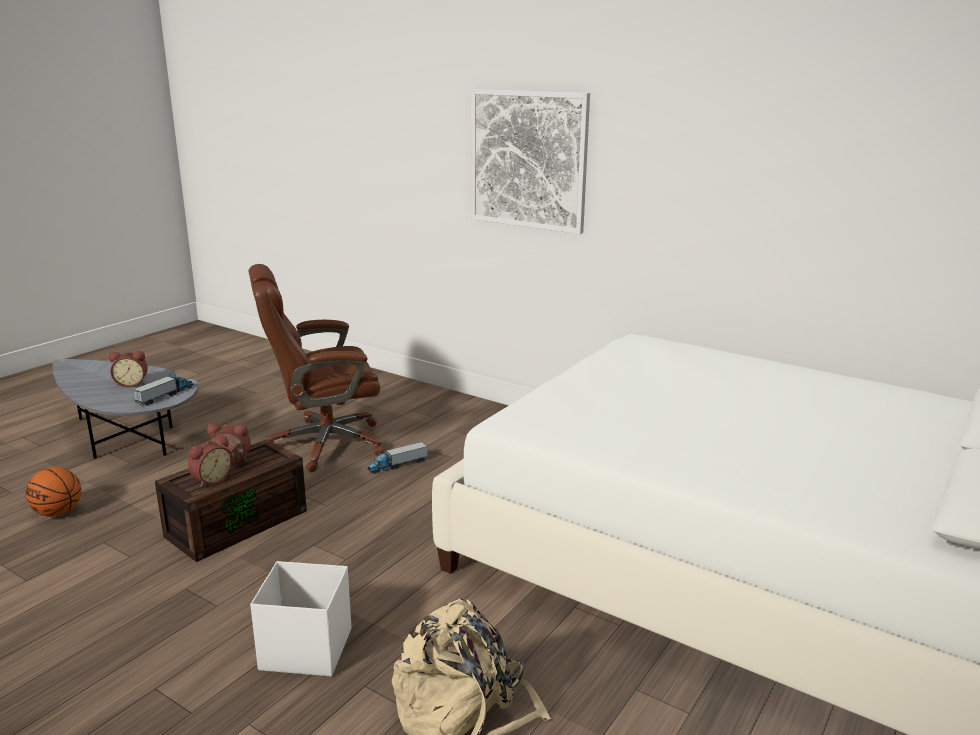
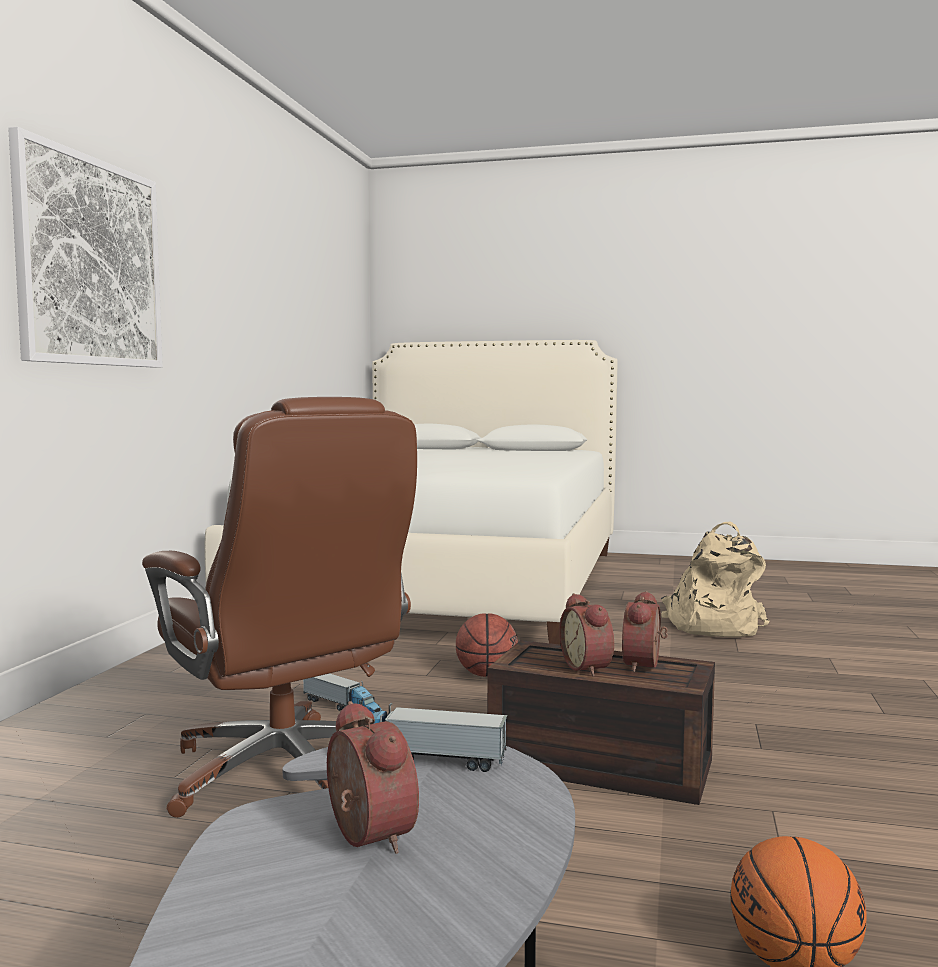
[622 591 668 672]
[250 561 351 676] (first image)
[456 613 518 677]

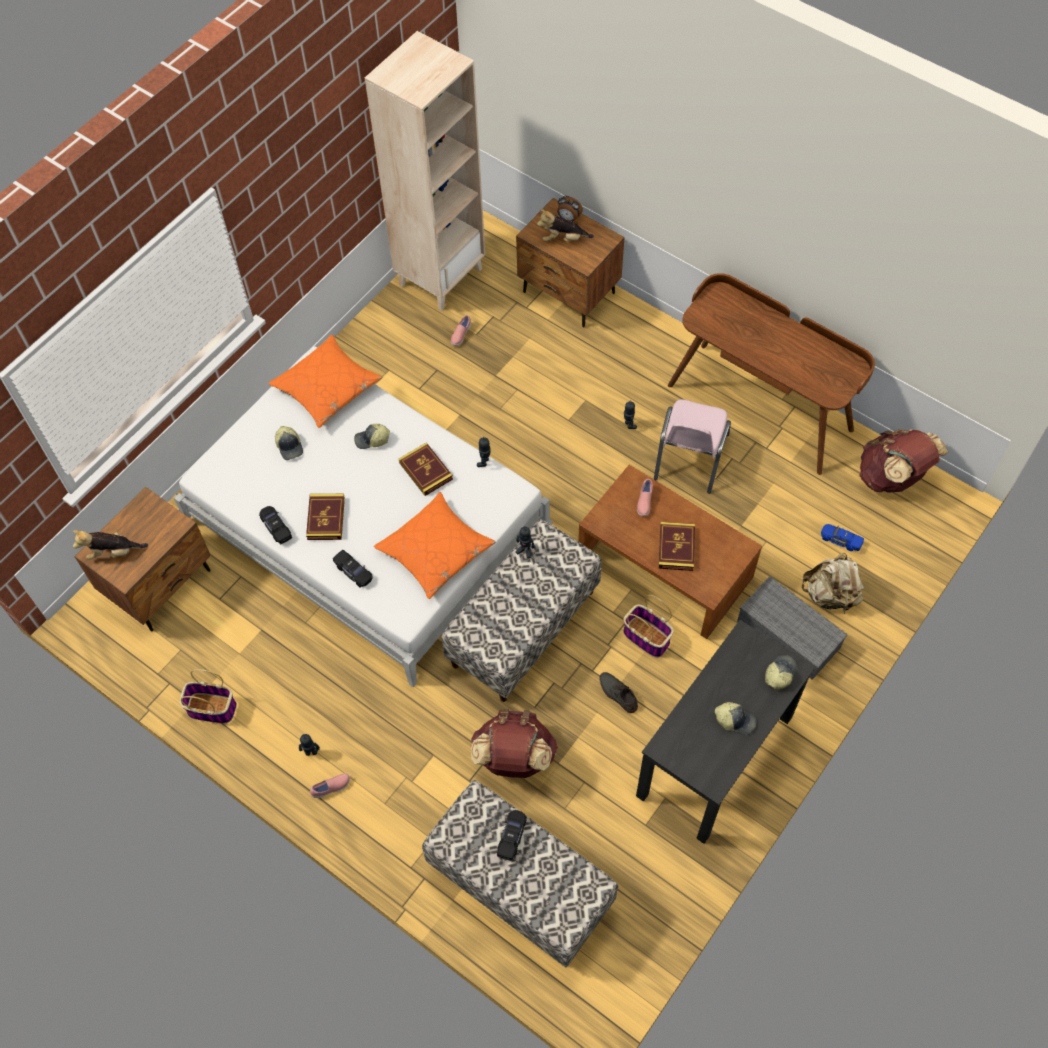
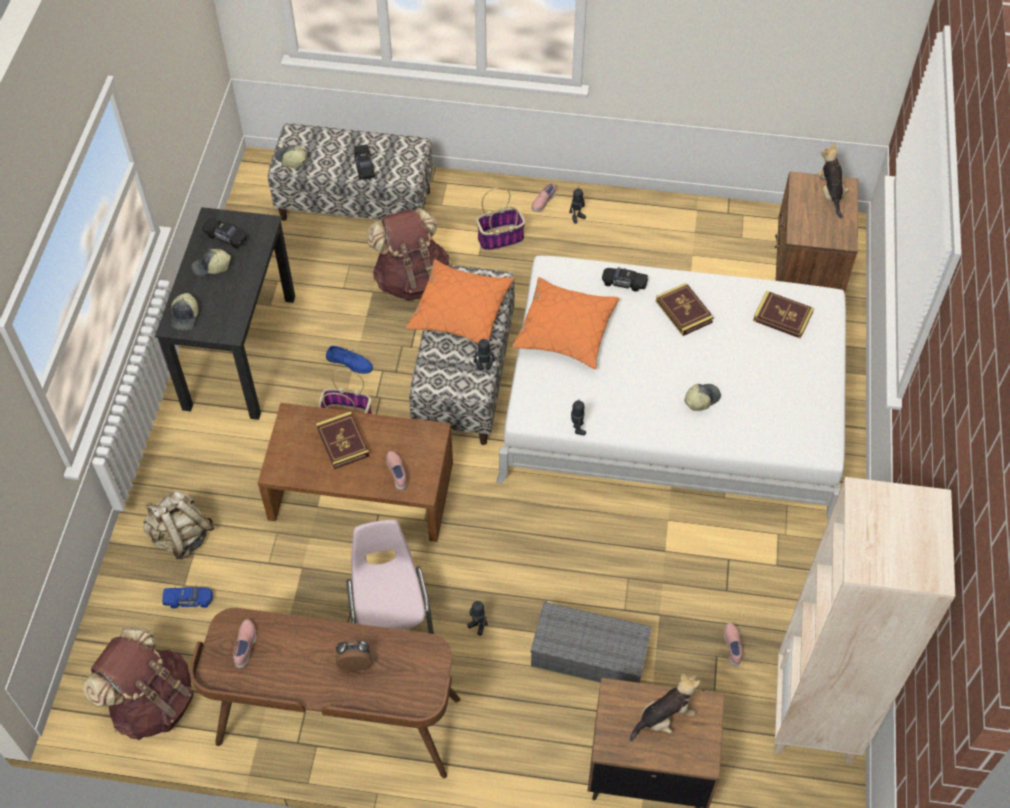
[336 641 371 671]
[406 259 514 344]
[275 145 306 169]
[753 291 814 339]
[203 218 247 249]
[818 142 849 218]
[531 602 652 683]
[476 187 525 251]
[326 346 373 374]
[233 619 256 668]

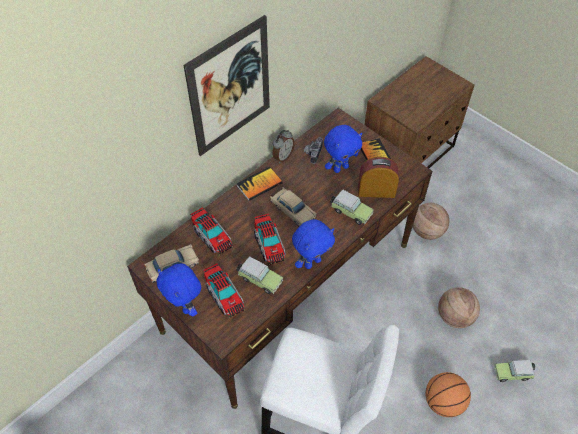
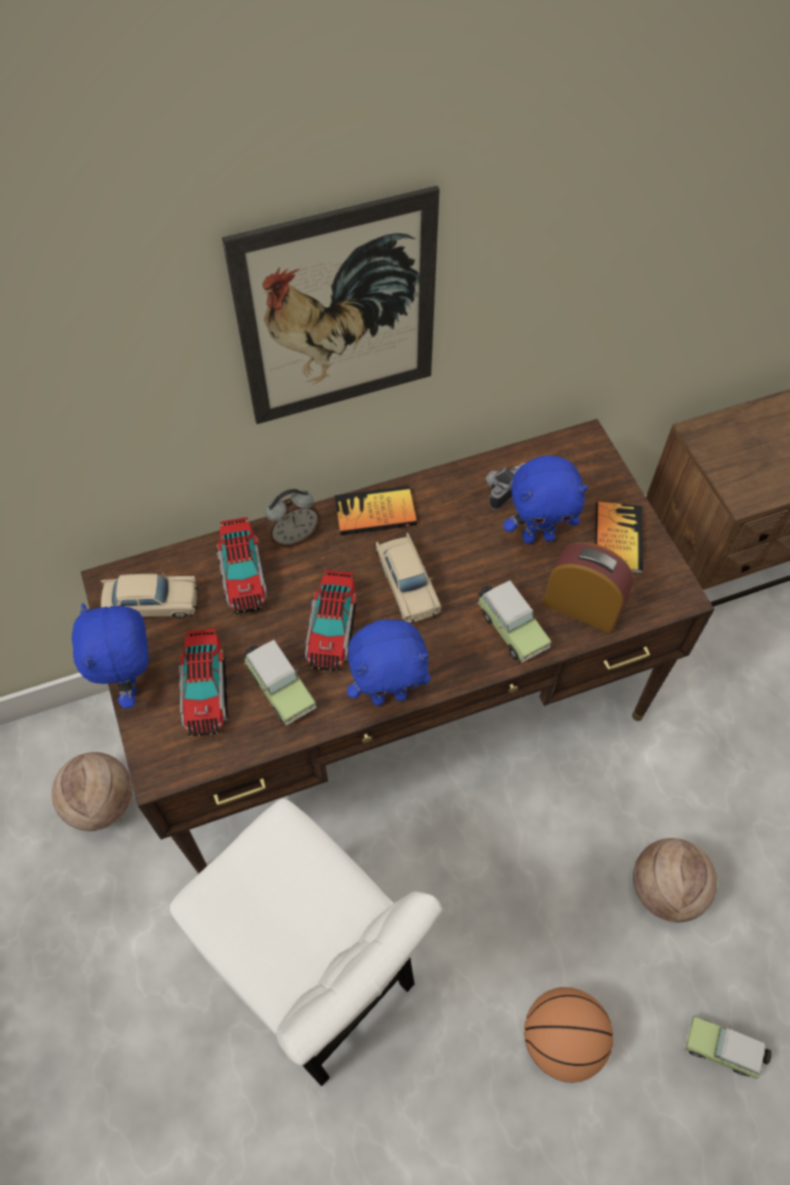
[265 489 321 547]
[52 752 133 831]

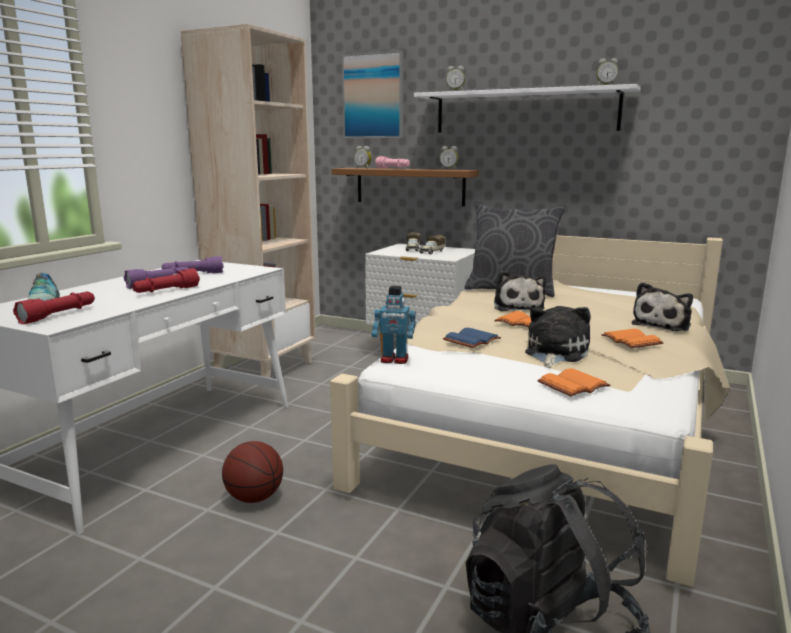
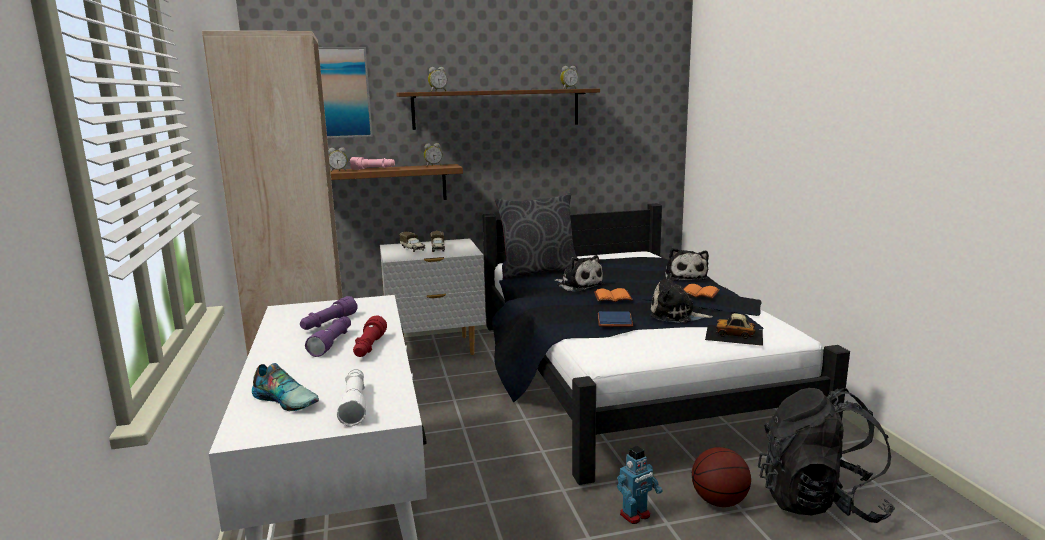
[396 89 600 130]
[483 203 850 485]
[617 446 663 524]
[337 369 366 427]
[650 273 713 323]
[705 313 763 346]
[692 447 751 507]

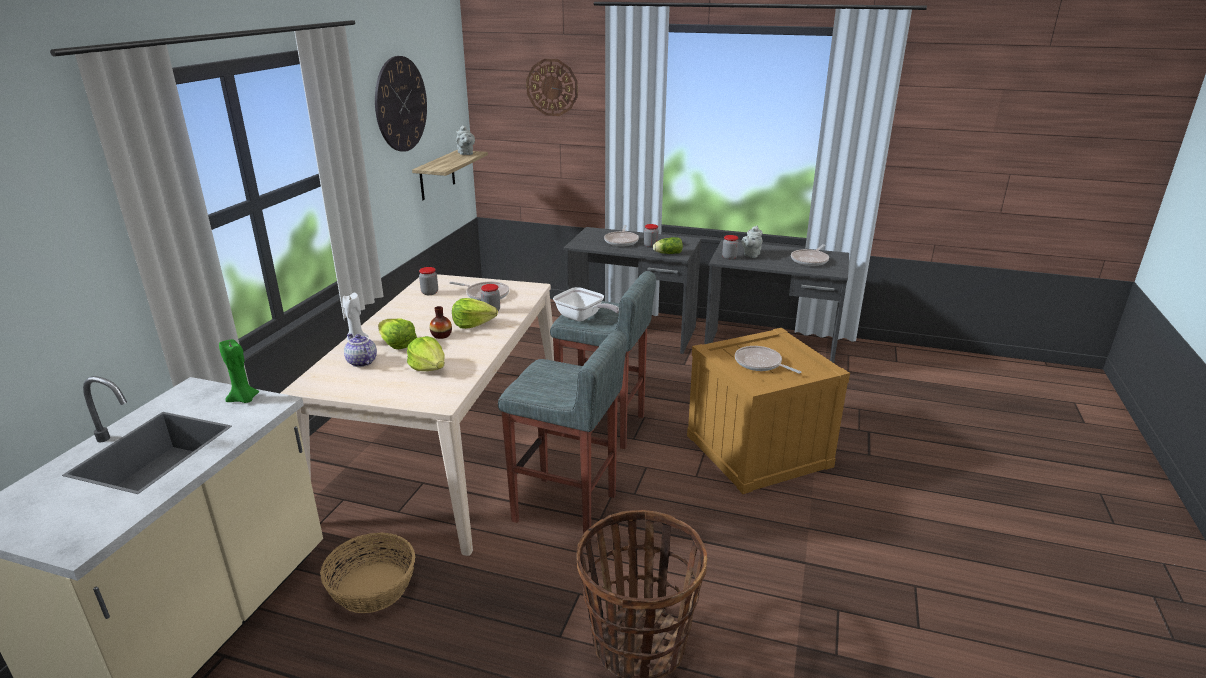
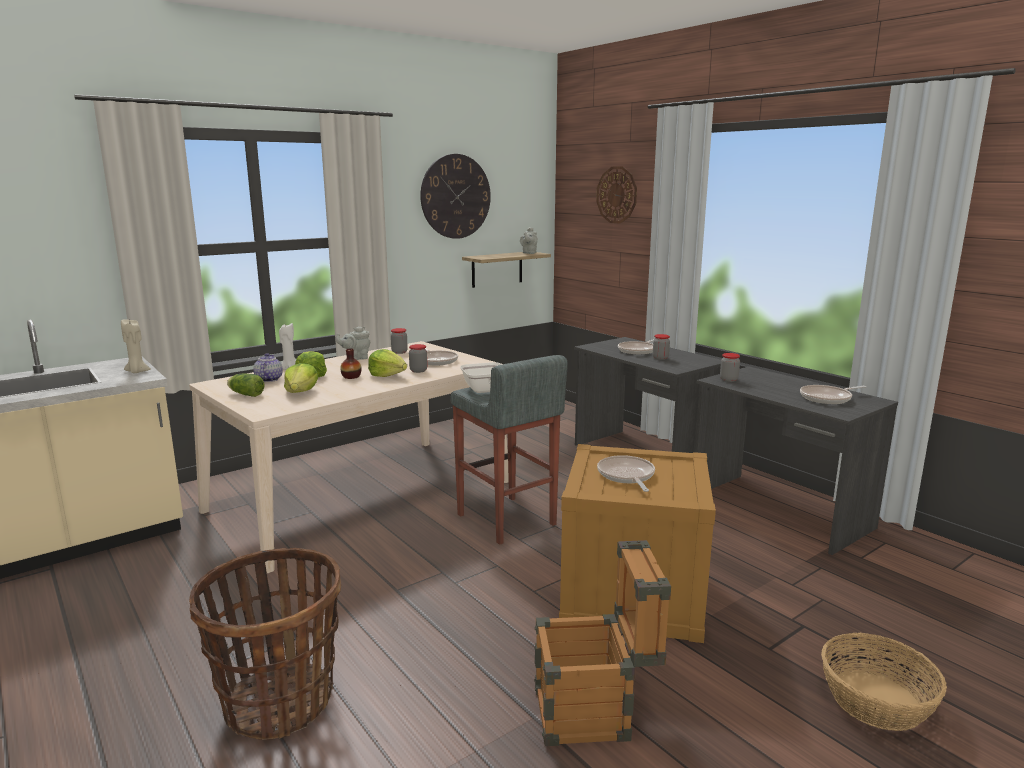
[336 326 370 360]
[227 374 264 397]
[498 331 627 534] (first image)
[121 319 151 373]
[821 633 947 731]
[534 540 671 746]

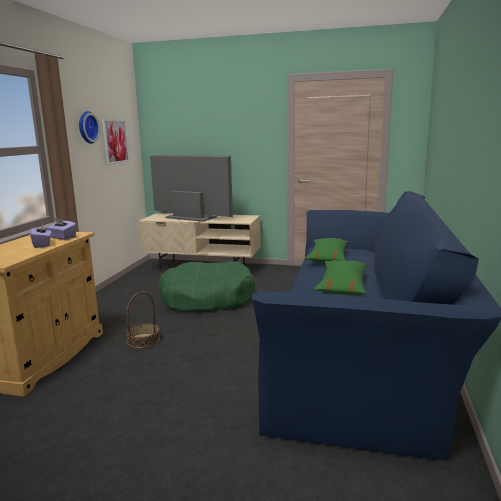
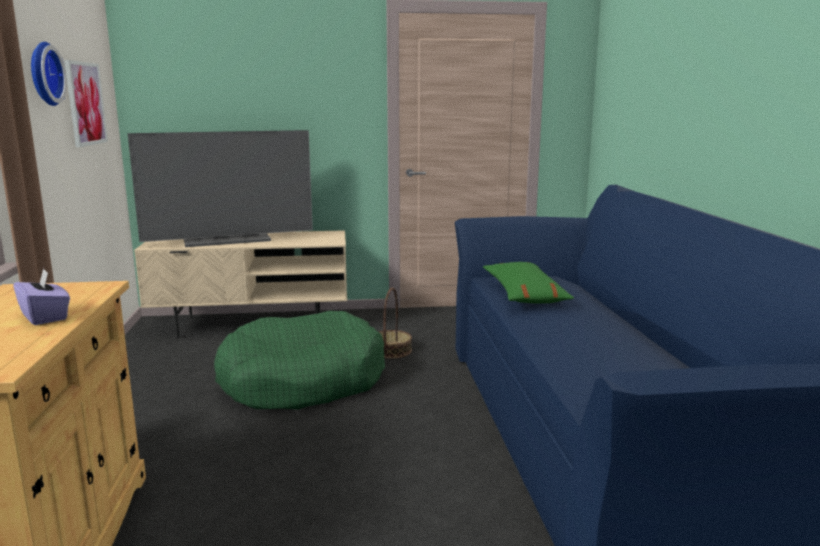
[128 130 313 247]
[46 218 77 240] (first image)
[314 260 367 295] (first image)
[379 288 412 359]

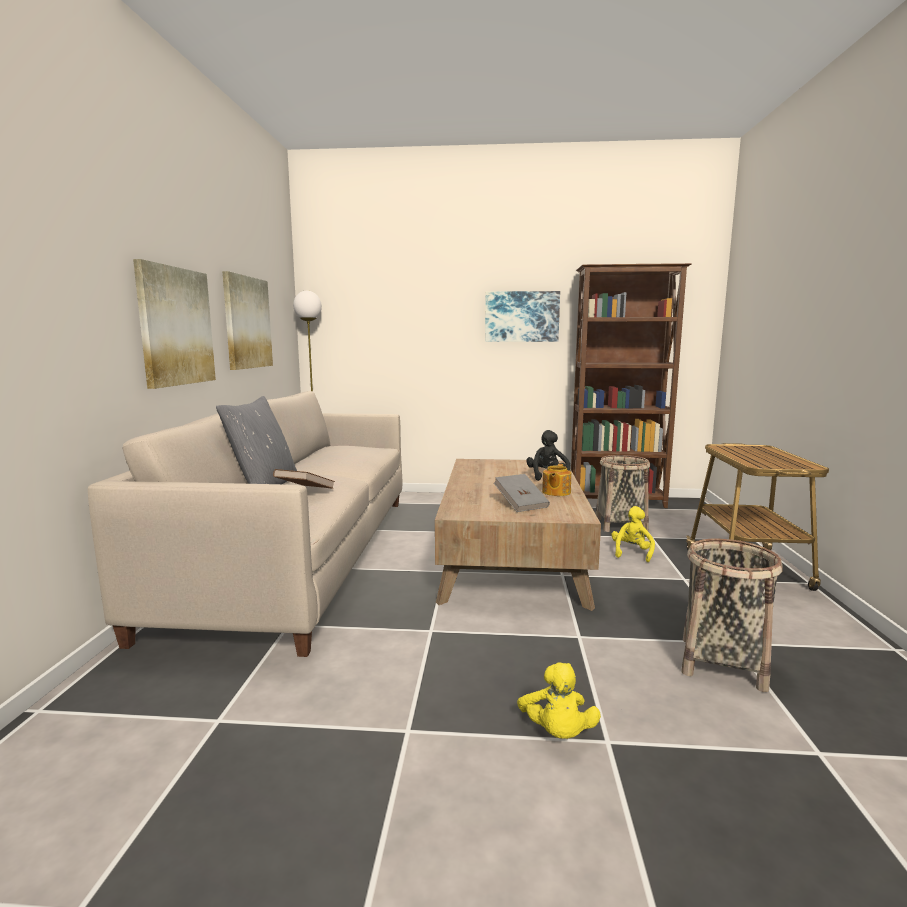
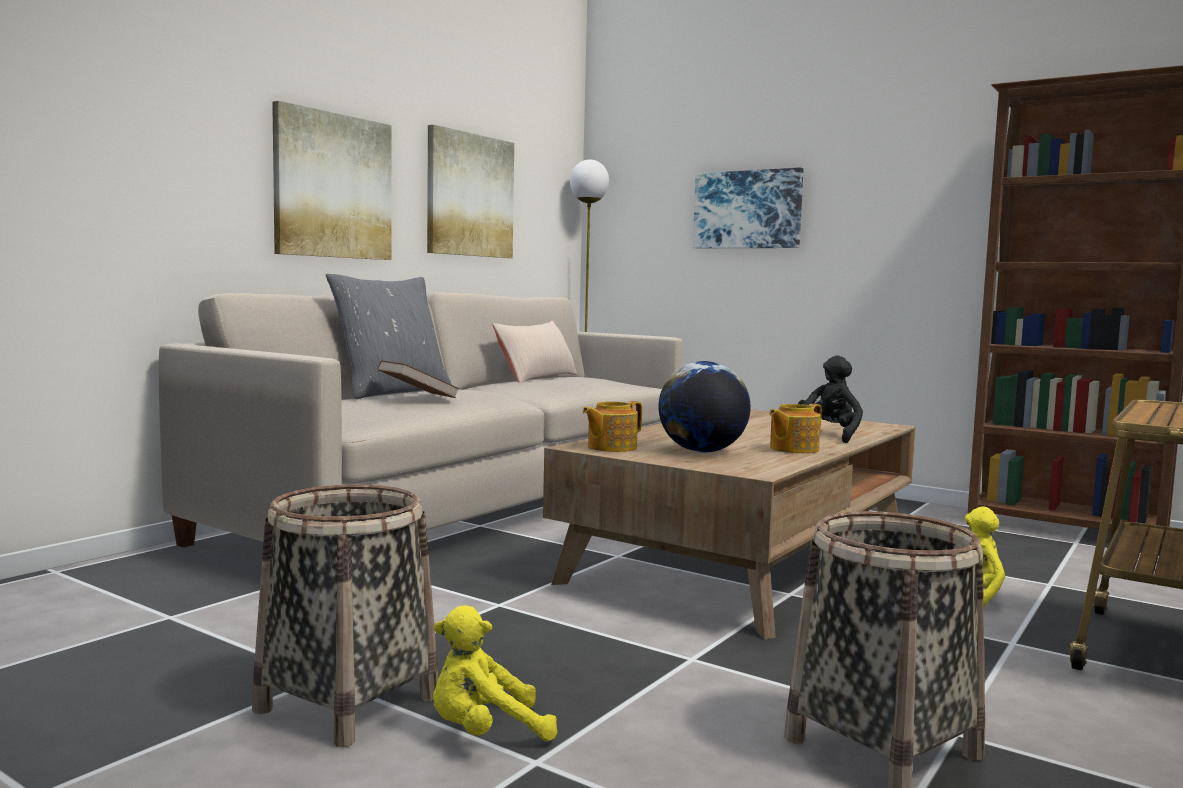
[693 167 803 248]
[252 485 438 747]
[658 361 751 453]
[433 605 557 741]
[492 321 577 383]
[582 401 642 452]

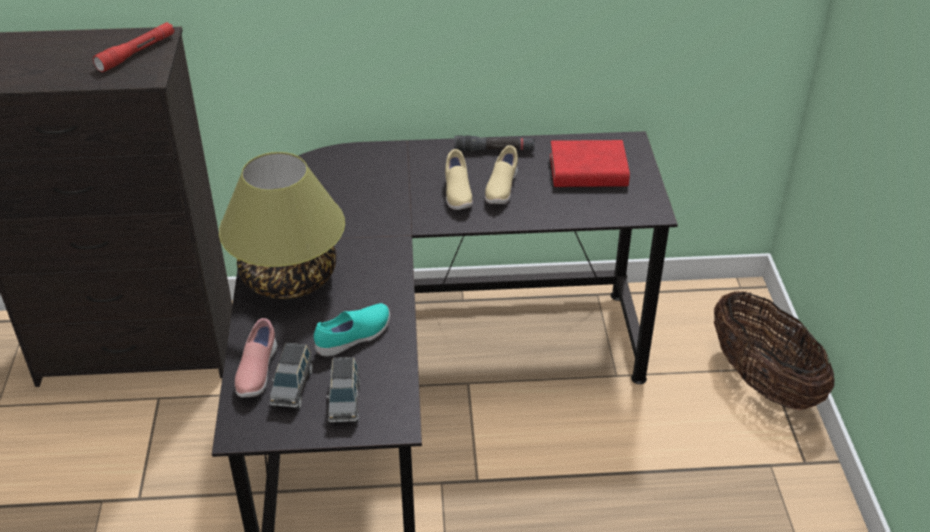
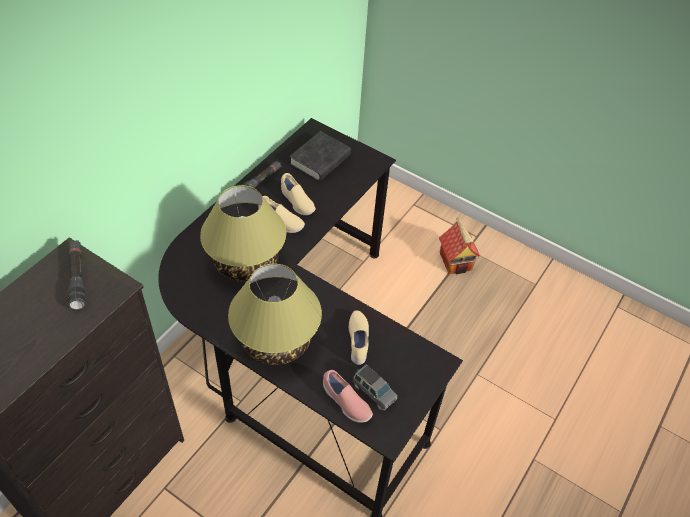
[68 240 86 310]
[290 131 351 181]
[714 291 835 411] (first image)
[349 310 369 365]
[327 357 360 423] (first image)
[200 185 286 282]
[439 217 480 274]

